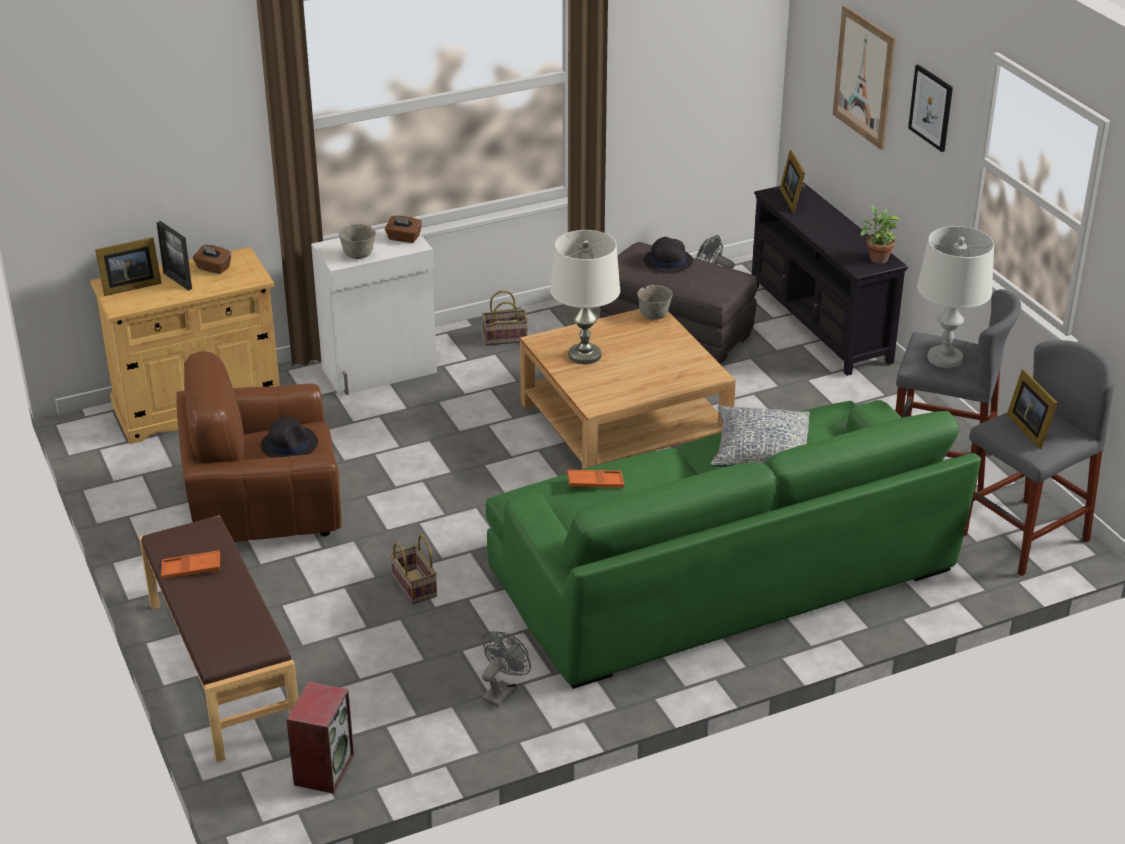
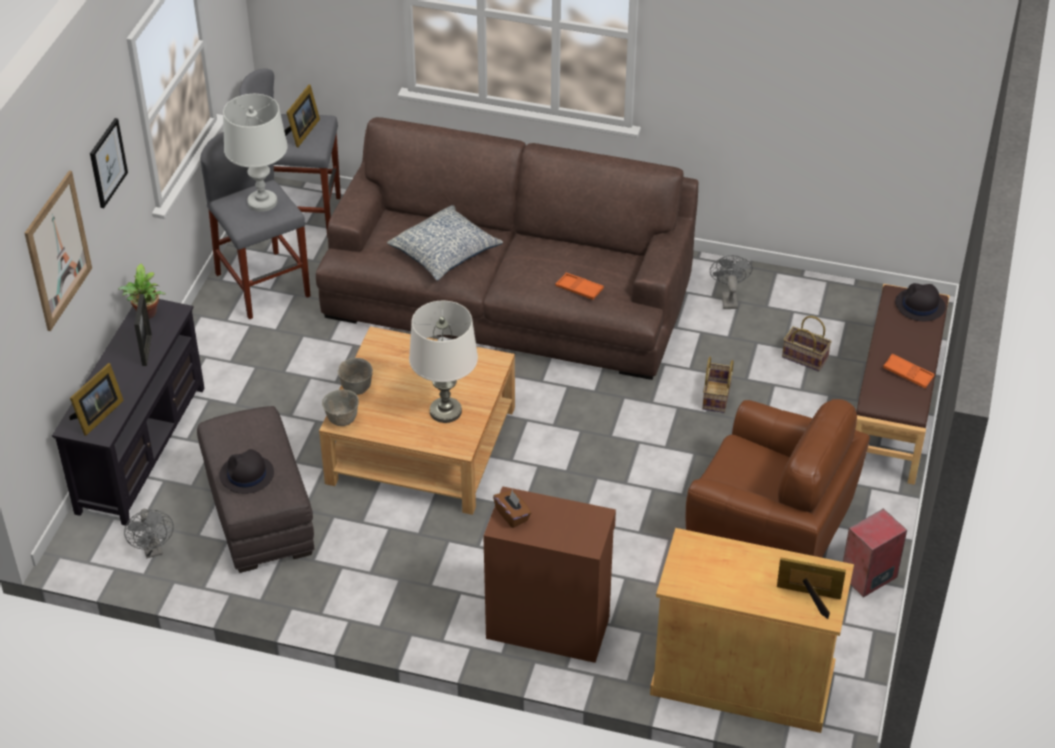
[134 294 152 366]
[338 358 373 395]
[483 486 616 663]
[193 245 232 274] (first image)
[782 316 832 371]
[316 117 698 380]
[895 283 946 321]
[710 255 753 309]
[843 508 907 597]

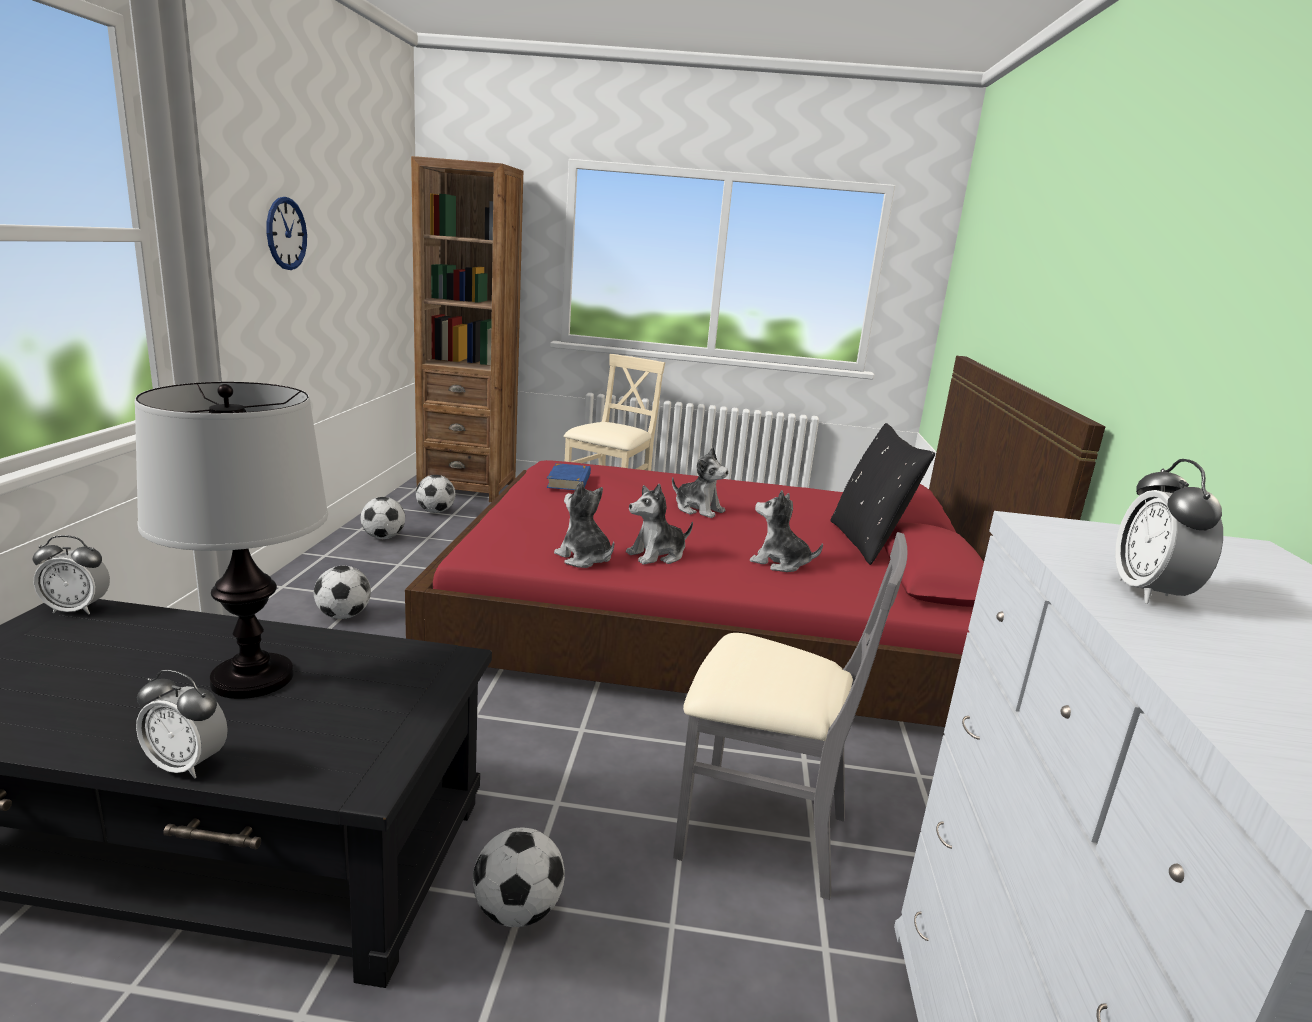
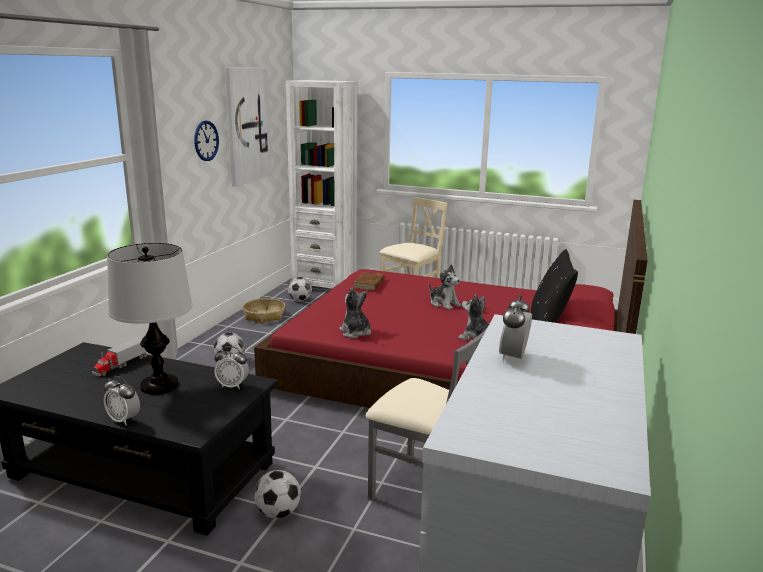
[286 80 357 289]
[353 272 385 291]
[626 484 693 564] (first image)
[243 298 285 324]
[214 346 249 389]
[225 67 272 187]
[92 337 147 376]

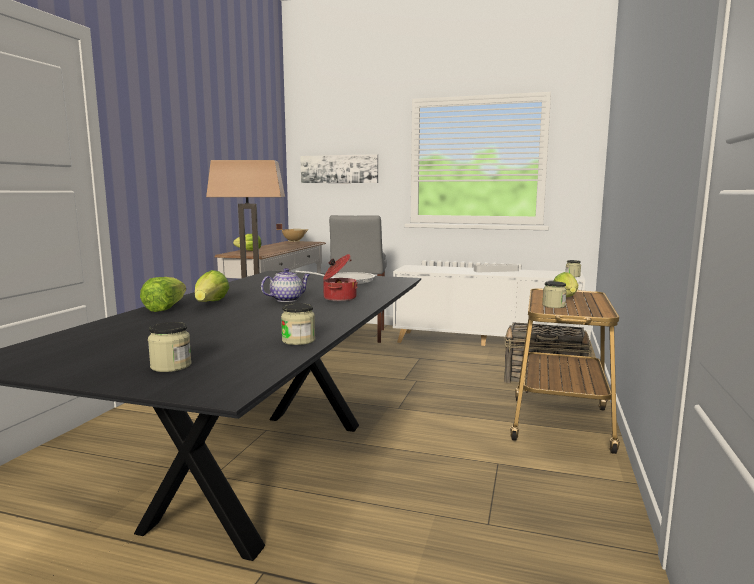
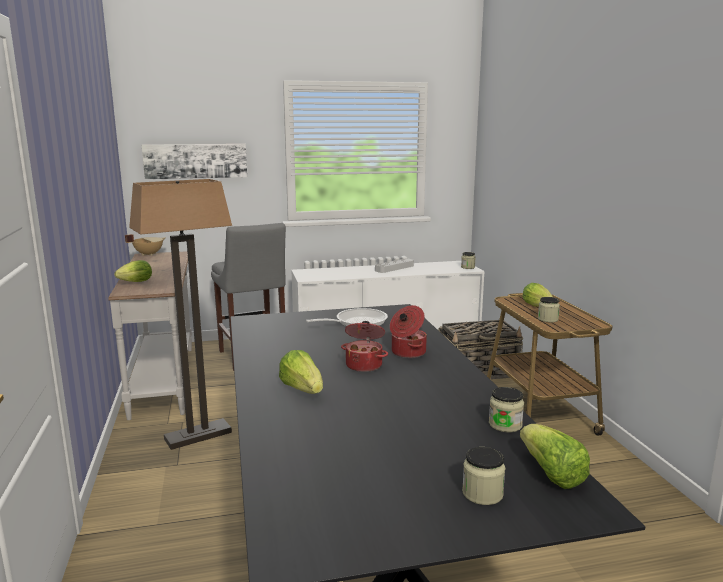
[341 321 388 372]
[520 424 590 489]

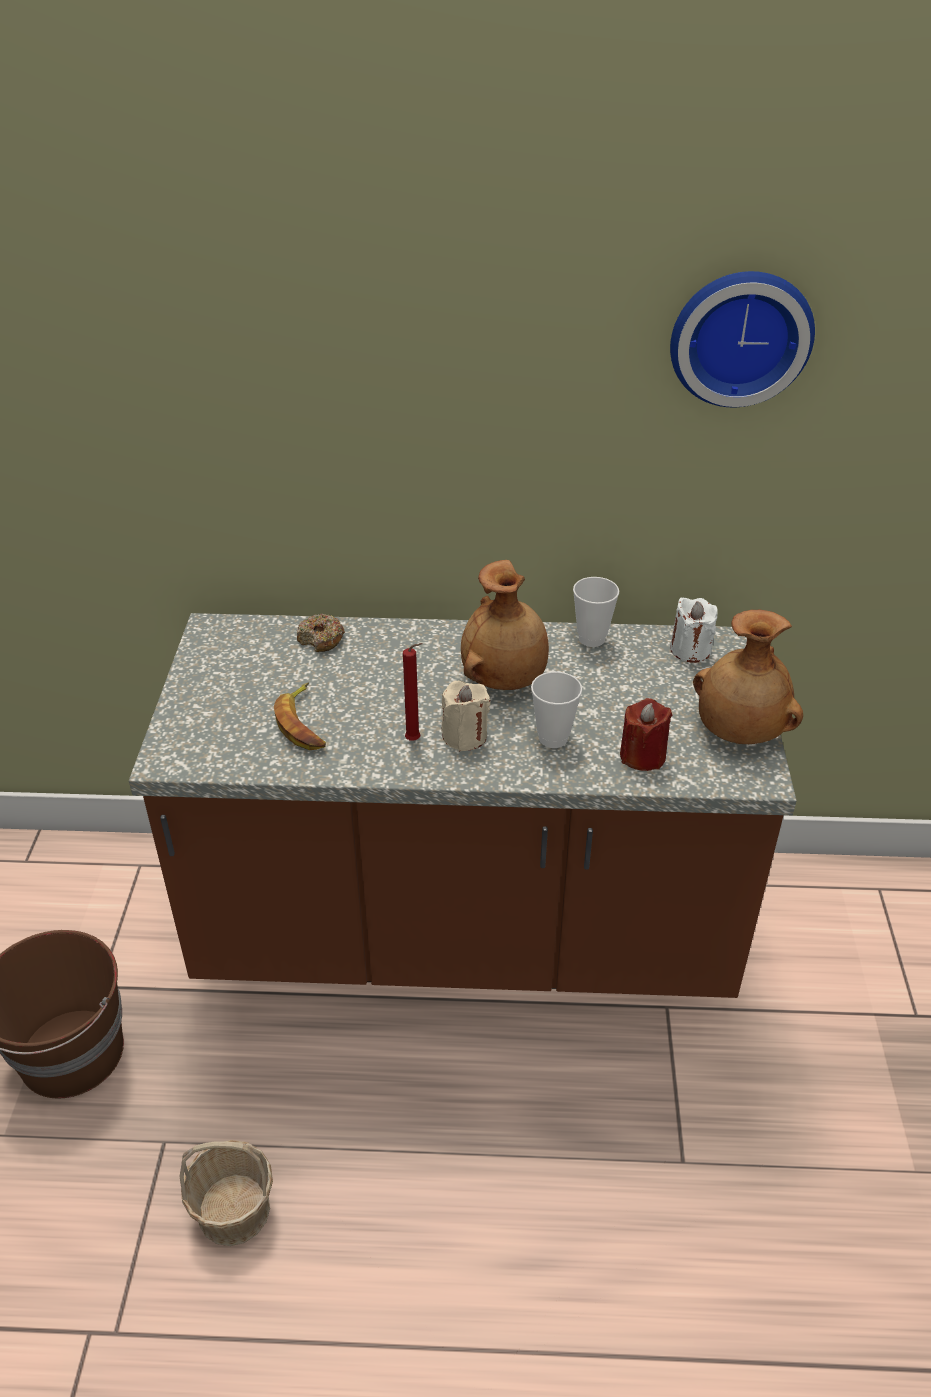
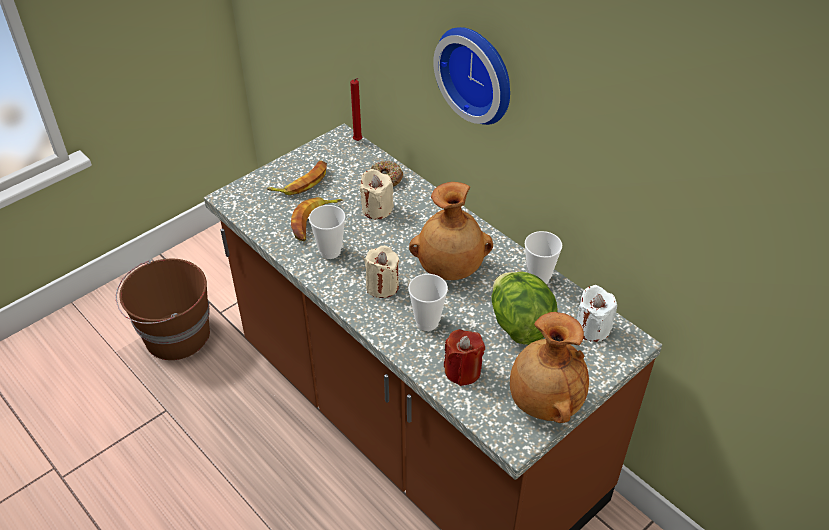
[433 27 510 125]
[350 78 362 141]
[179 1140 273 1246] (first image)
[267 161 327 195]
[360 169 394 219]
[309 205 346 259]
[491 271 558 345]

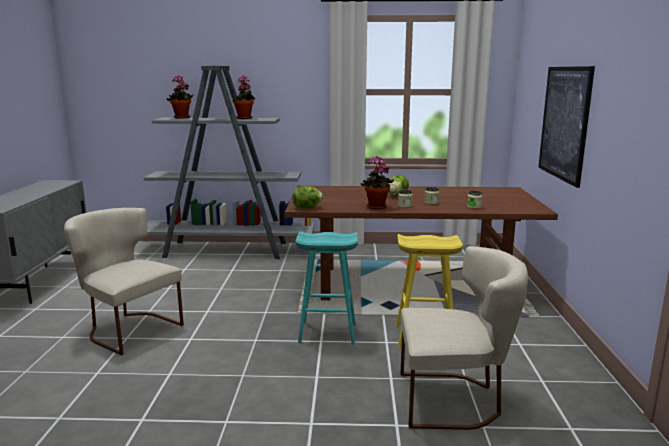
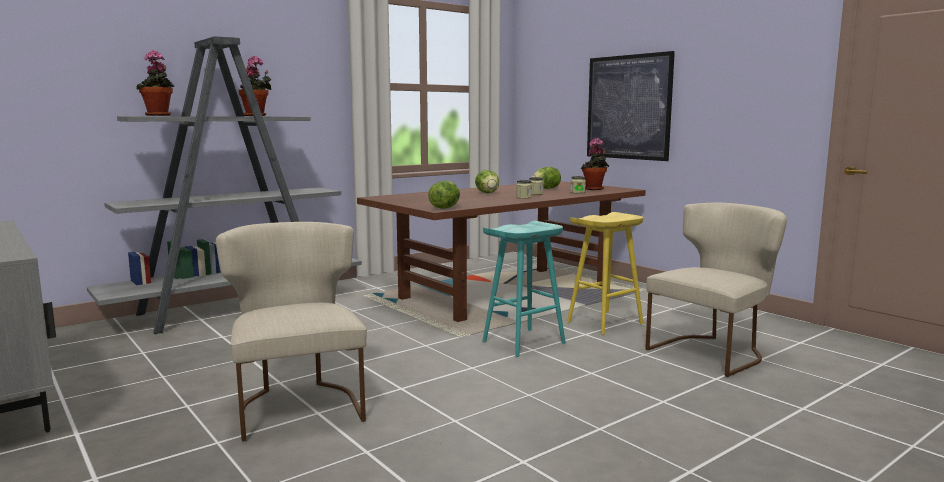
[581 138 609 190]
[216 222 367 442]
[532 167 561 189]

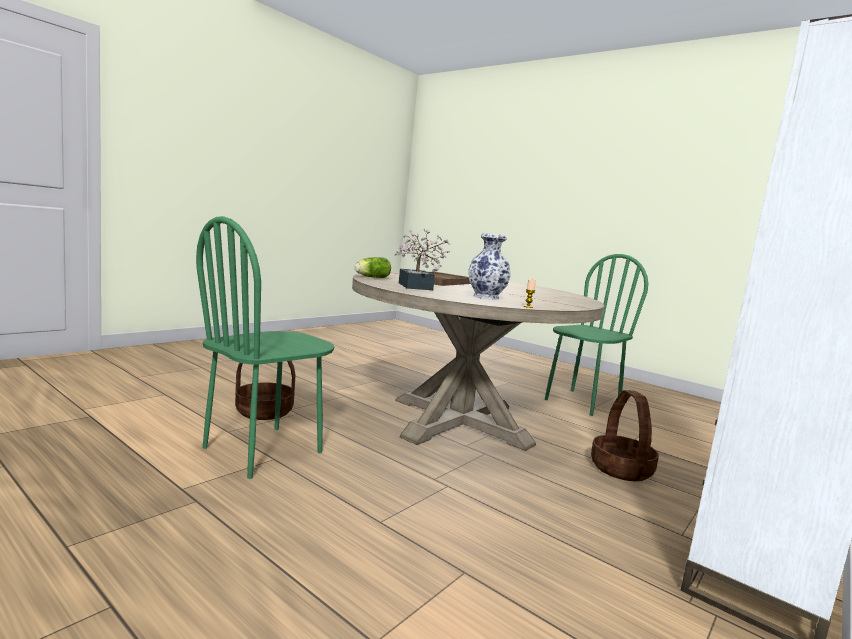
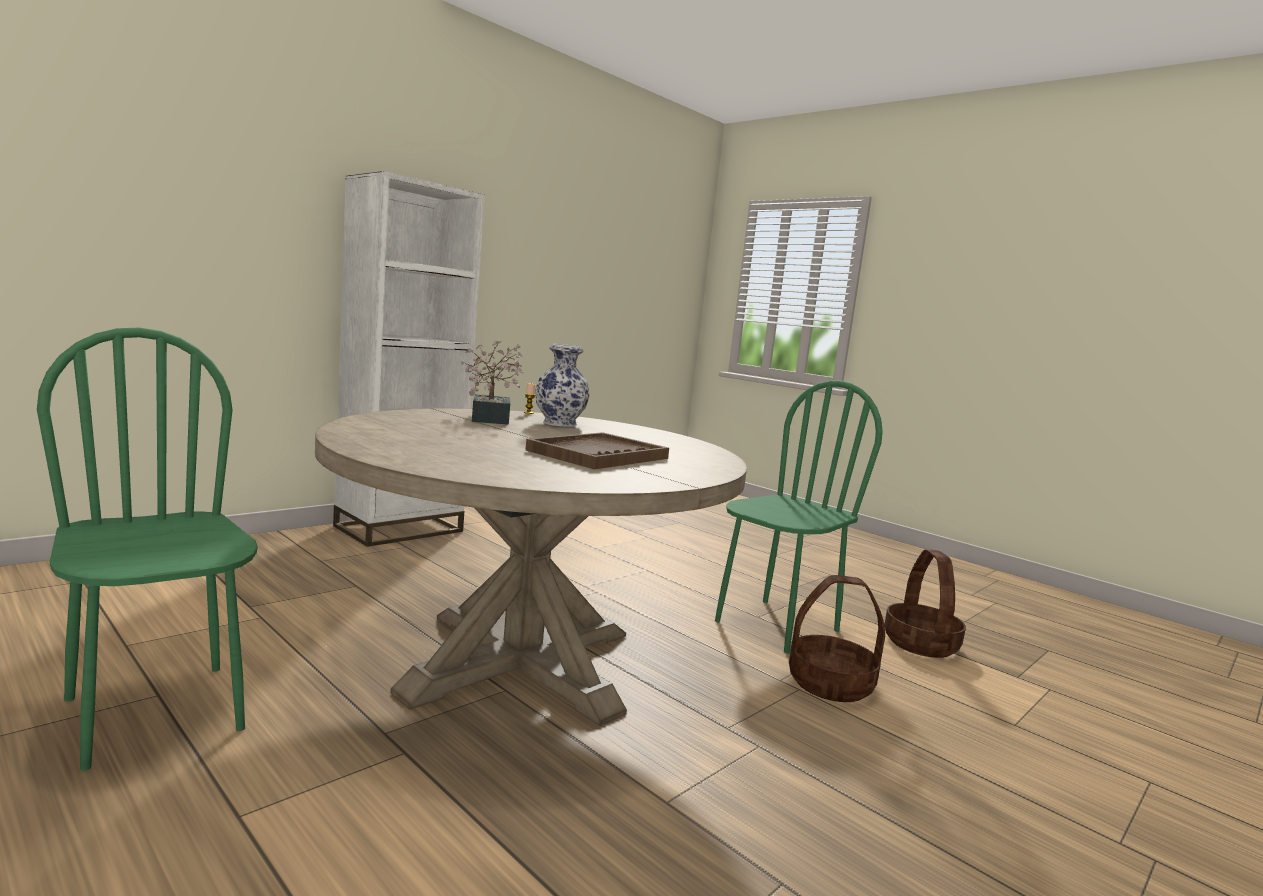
[461 340 524 425]
[37 328 258 771]
[354 257 391 278] (first image)
[885 550 966 658]

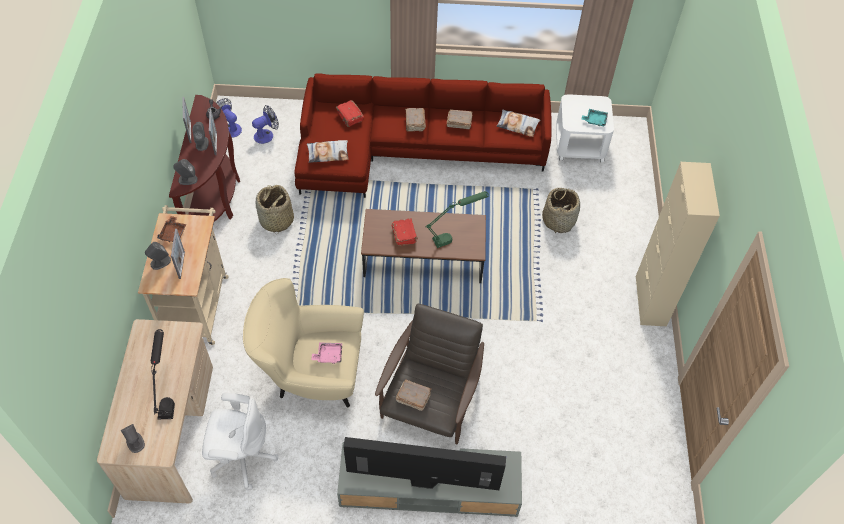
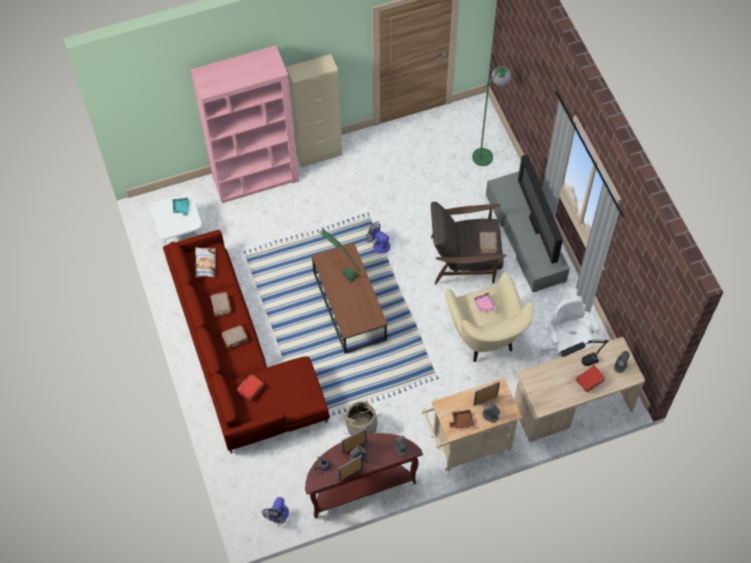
[366 222 390 254]
[307 140 349 163] (first image)
[542 188 580 233] (first image)
[576 365 605 392]
[190 46 299 203]
[472 66 511 166]

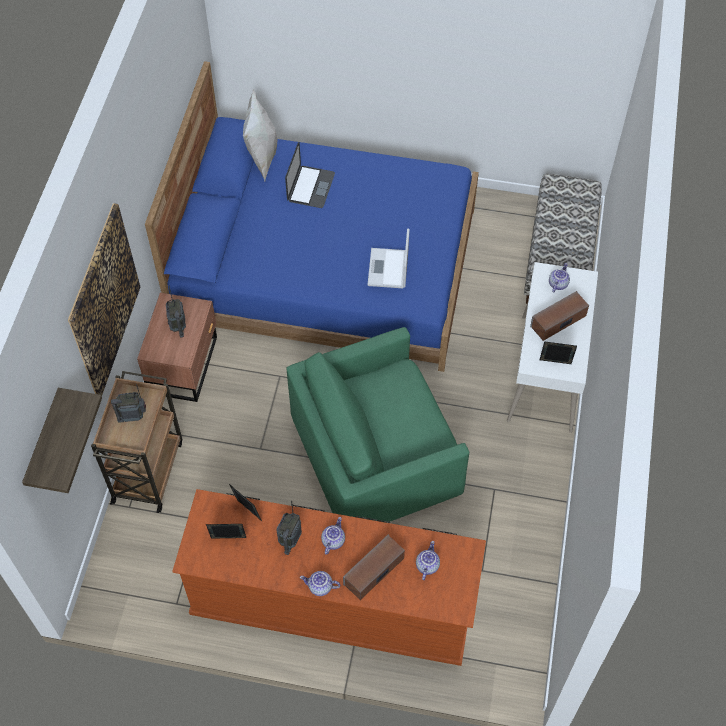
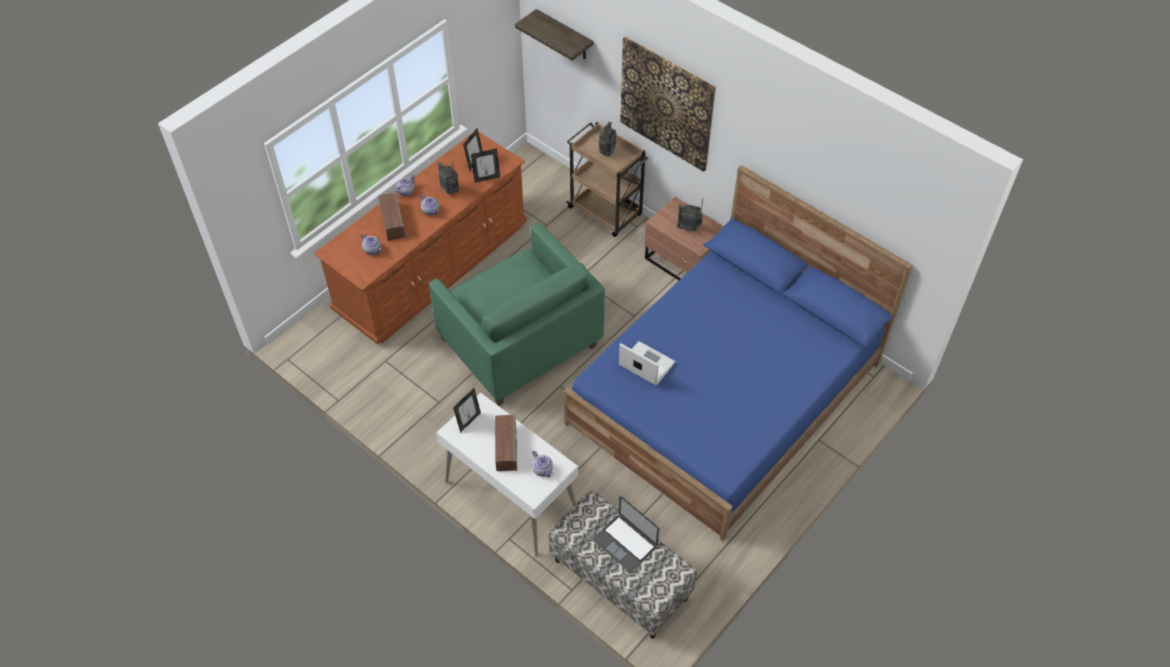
[243 89 277 181] (first image)
[593 496 659 572]
[429 222 605 406]

